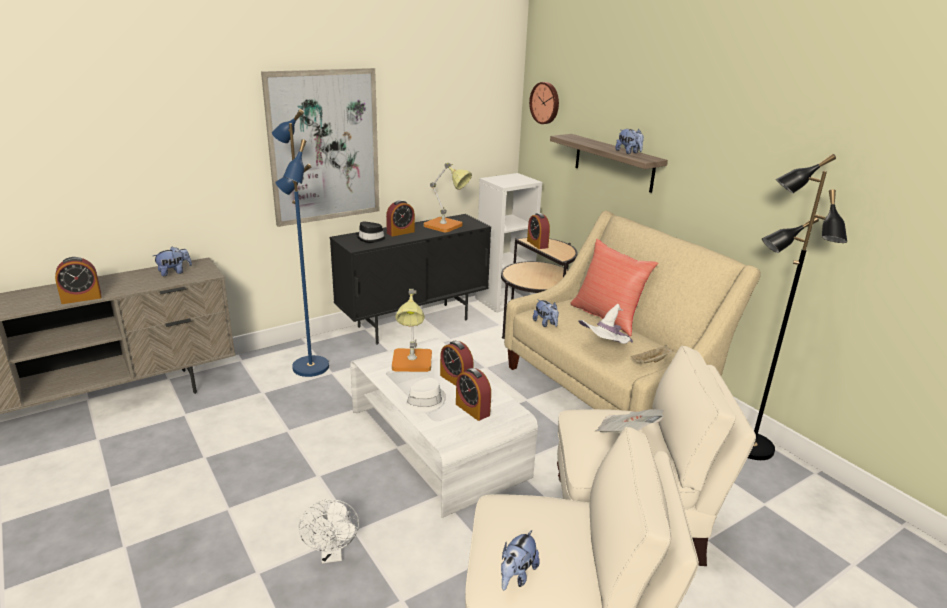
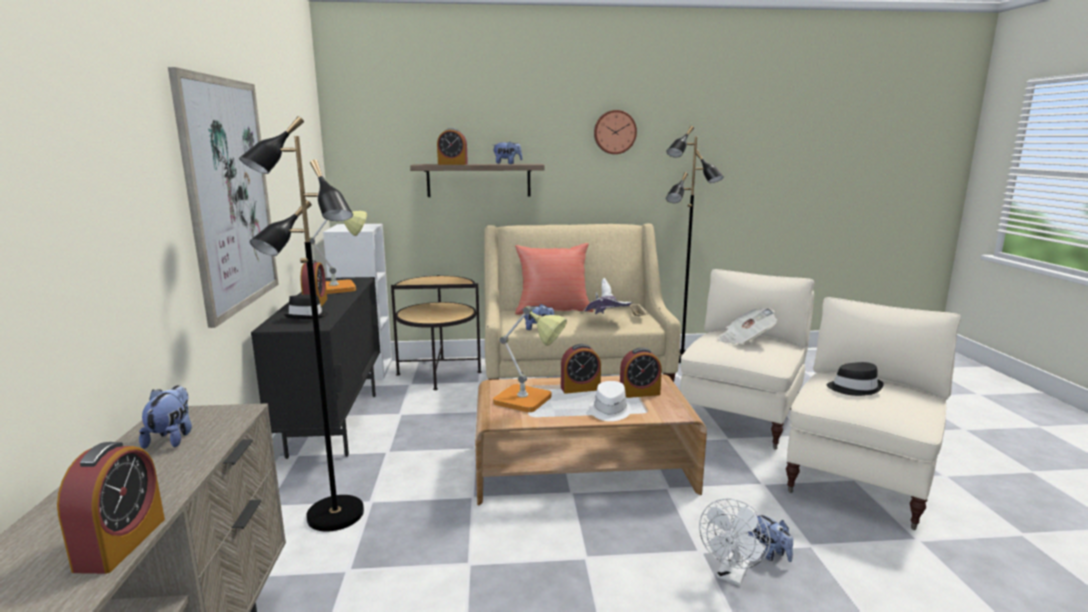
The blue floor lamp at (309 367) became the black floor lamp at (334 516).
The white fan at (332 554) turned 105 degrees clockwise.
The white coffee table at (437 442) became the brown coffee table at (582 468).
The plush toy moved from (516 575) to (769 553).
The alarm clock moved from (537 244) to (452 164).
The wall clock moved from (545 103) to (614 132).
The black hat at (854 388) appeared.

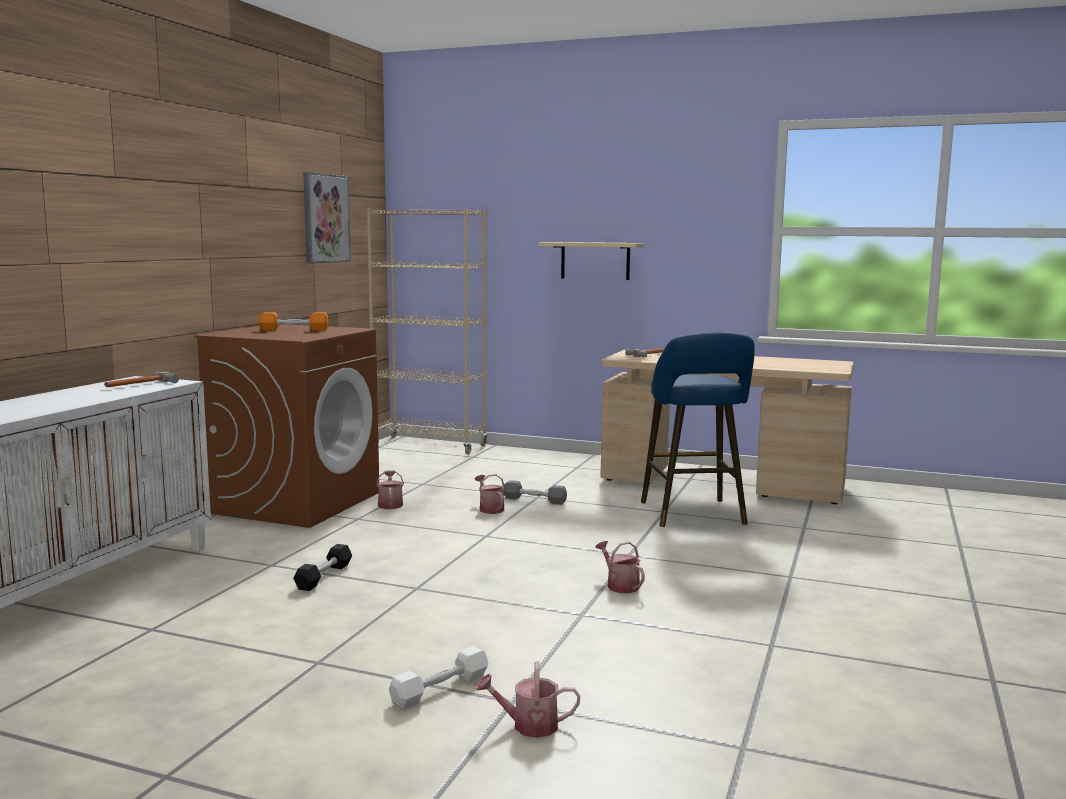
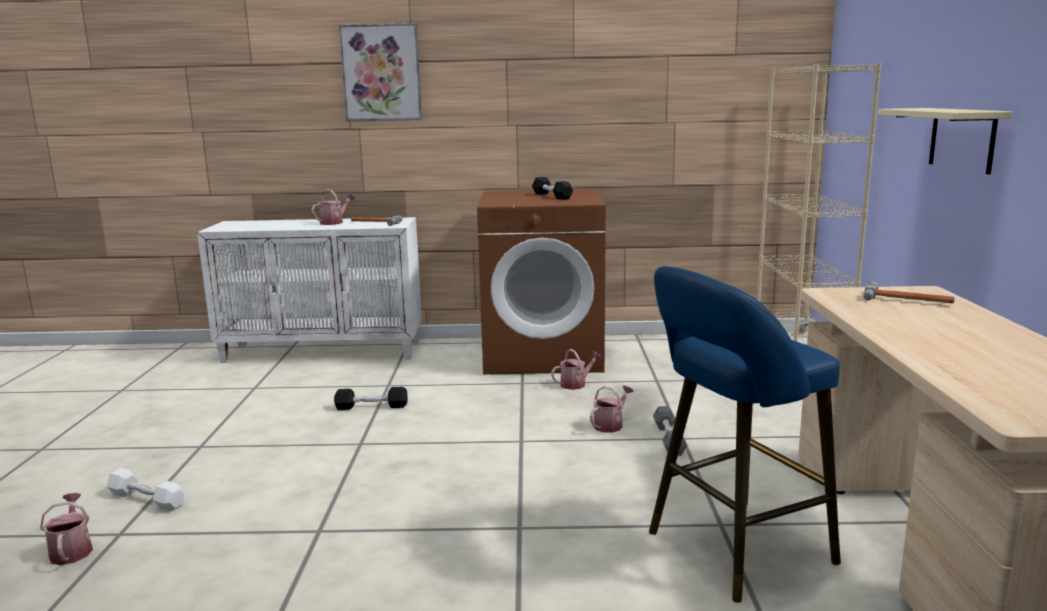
The orange dumbbell at (294 330) became the black dumbbell at (551 196).
The picture moved from (325 218) to (381 73).
The watering can moved from (620 585) to (334 222).

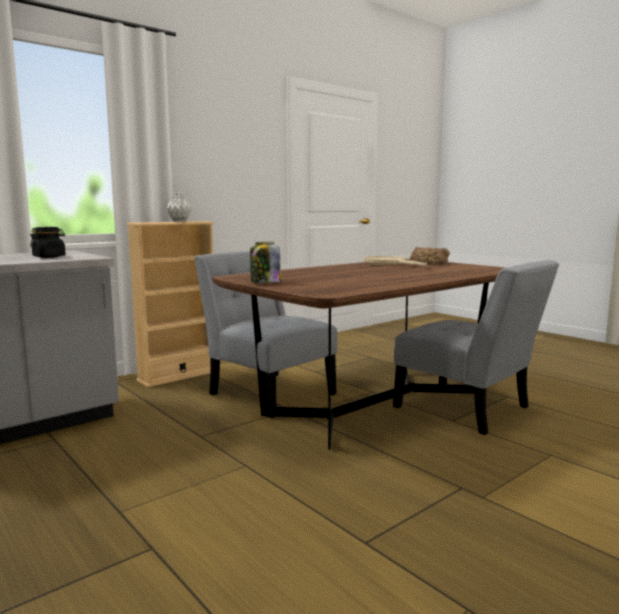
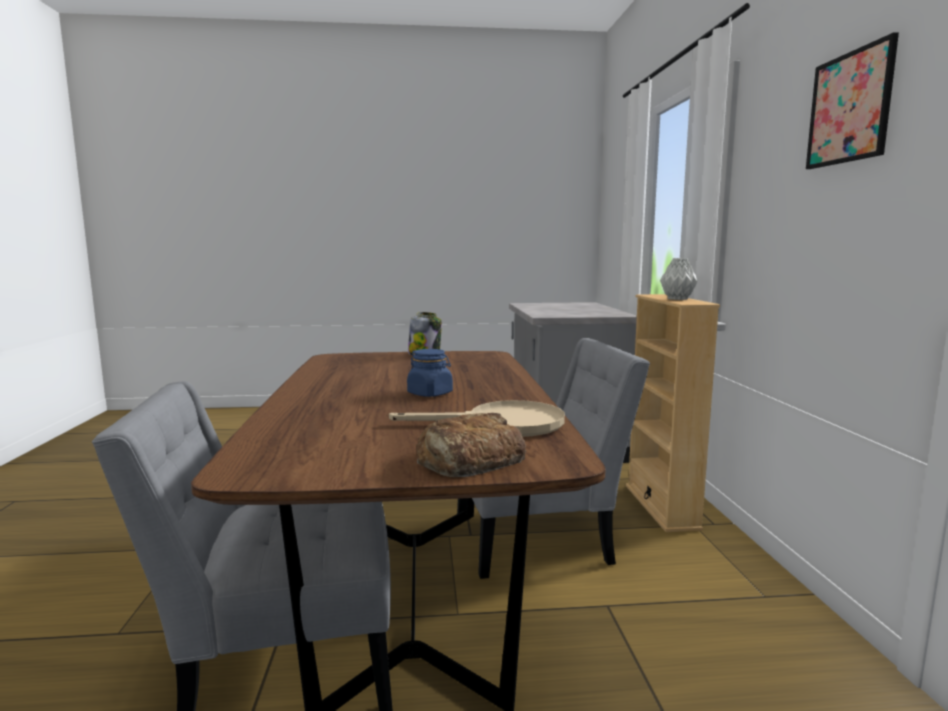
The black jar at (49 257) disappeared.
The blue jar at (430 393) appeared.
The picture at (849 108) appeared.

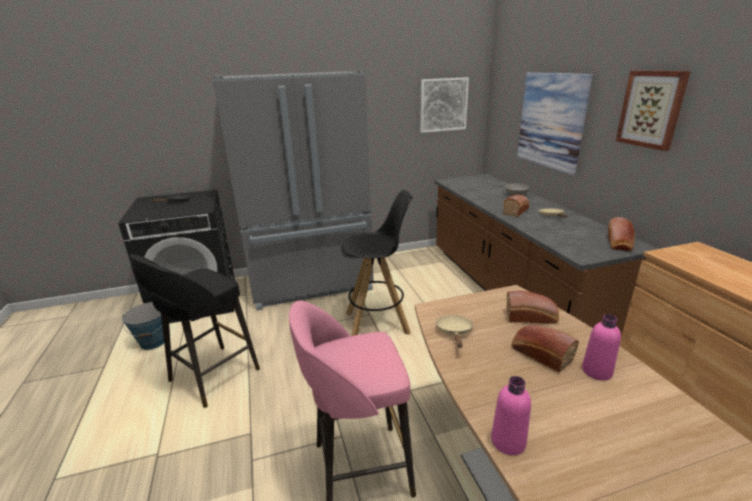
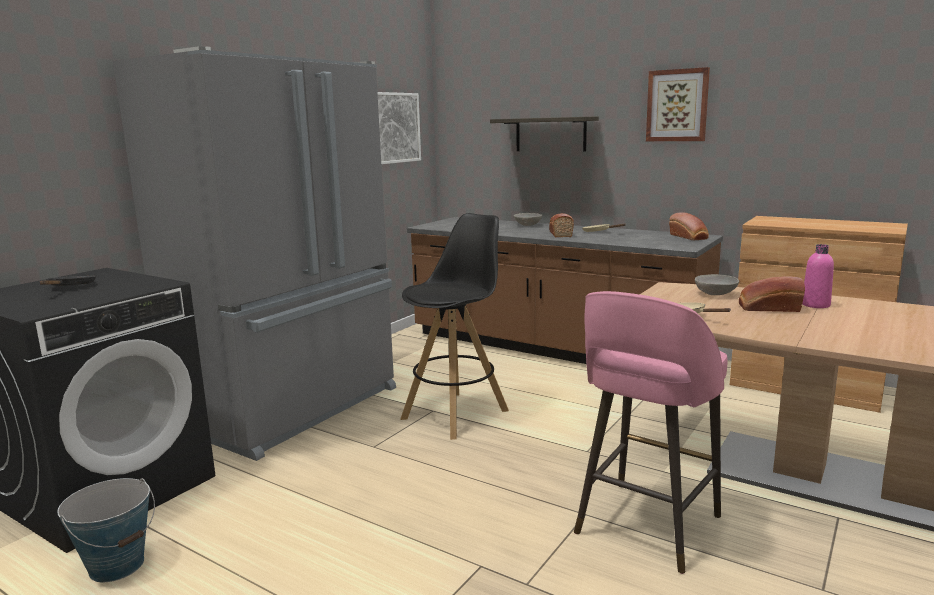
The black stool at (212 376) disappeared.
The pink bottle at (508 441) disappeared.
The bread at (531 317) was replaced by the grey bowl at (716 294).
The picture at (551 121) was replaced by the shelf at (550 134).

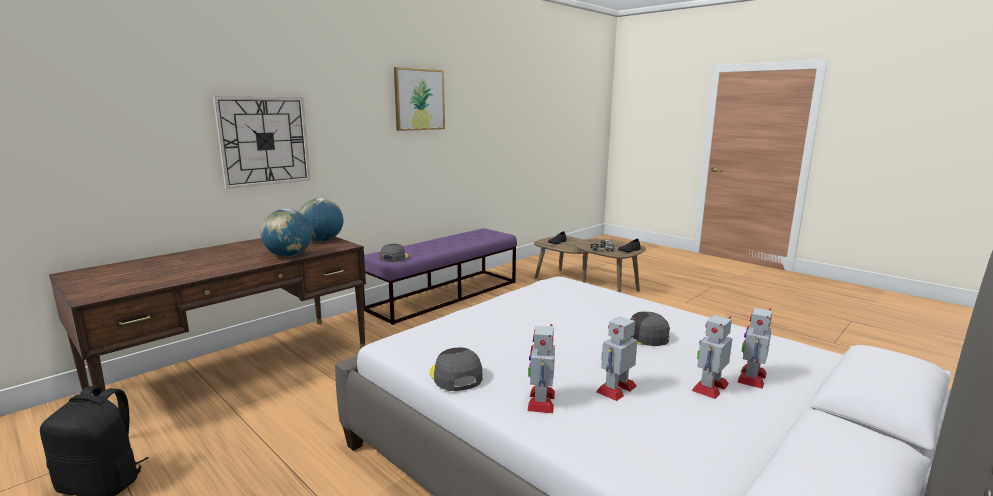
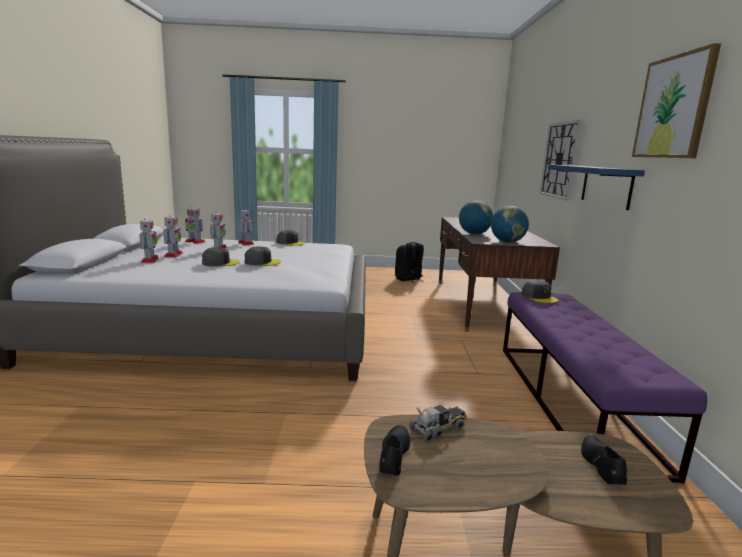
The toy robot at (194 242) appeared.
The grey cap at (262 262) appeared.
The blue shelf at (606 186) appeared.

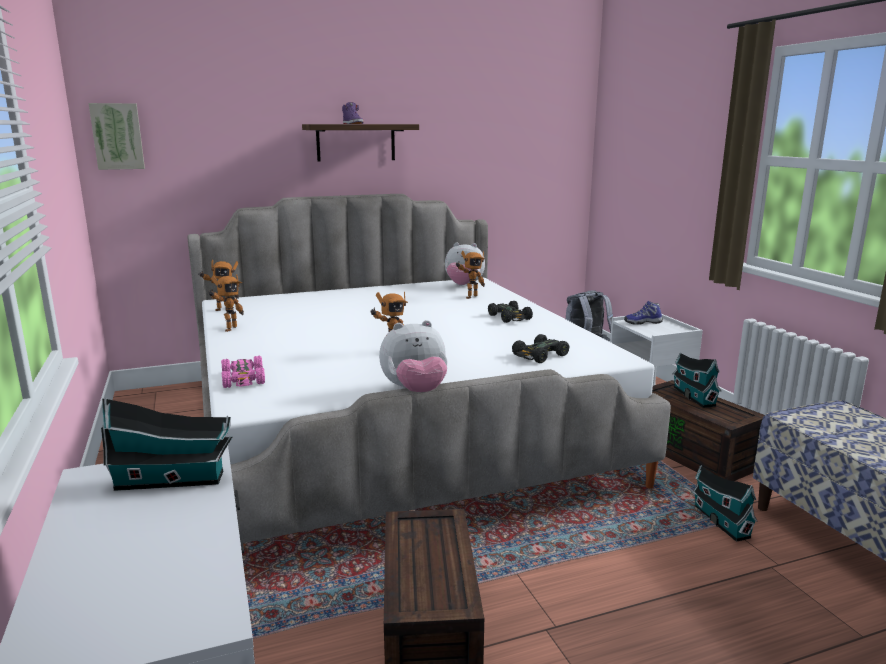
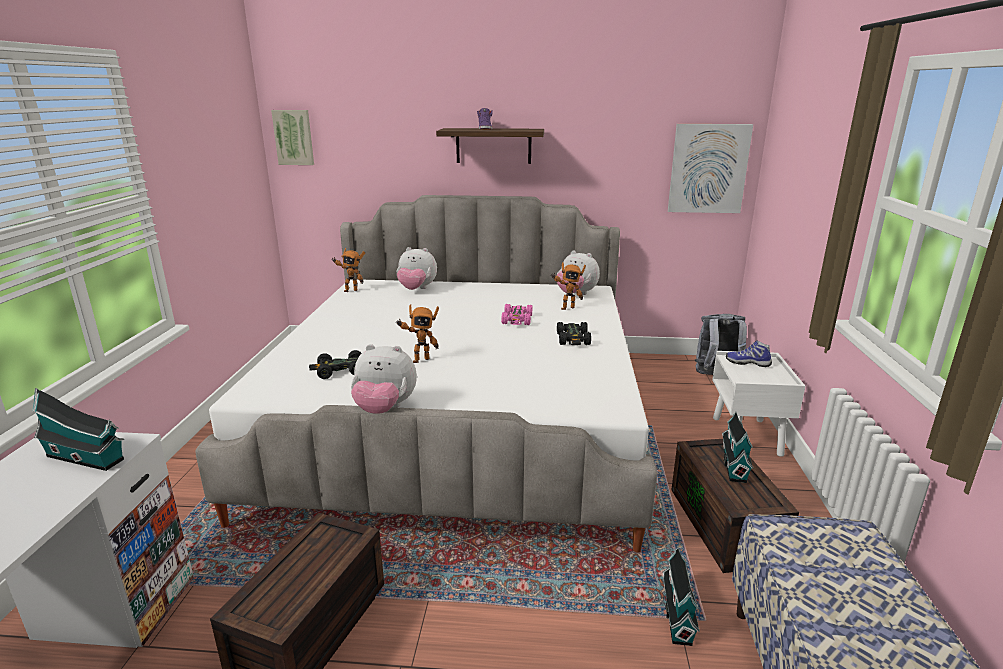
The toy robot at (229 329) disappeared.
The pink toy car moved from (244 379) to (517 320).
The black toy car moved from (539 355) to (340 371).
The plush toy at (416 289) appeared.
The picture at (708 168) appeared.

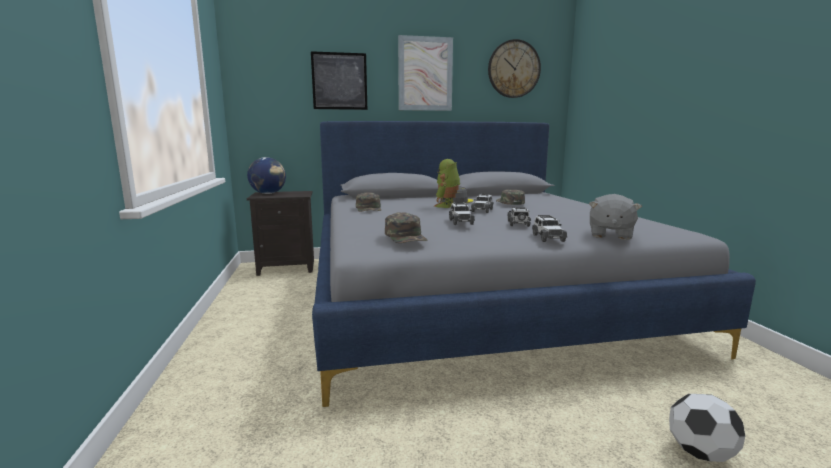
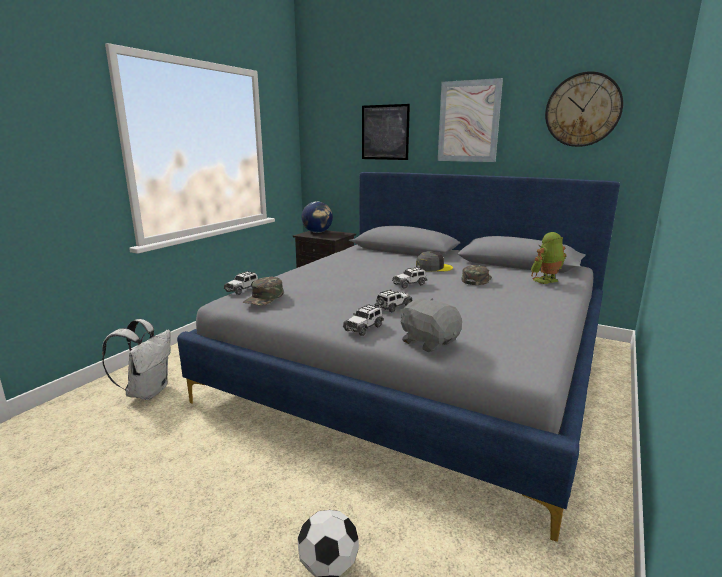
The green cap at (369 208) disappeared.
The toy robot moved from (447 206) to (546 281).
The toy car moved from (460 222) to (242 290).
The grey plush toy at (610 234) turned 75 degrees clockwise.
The white backpack at (147 391) appeared.

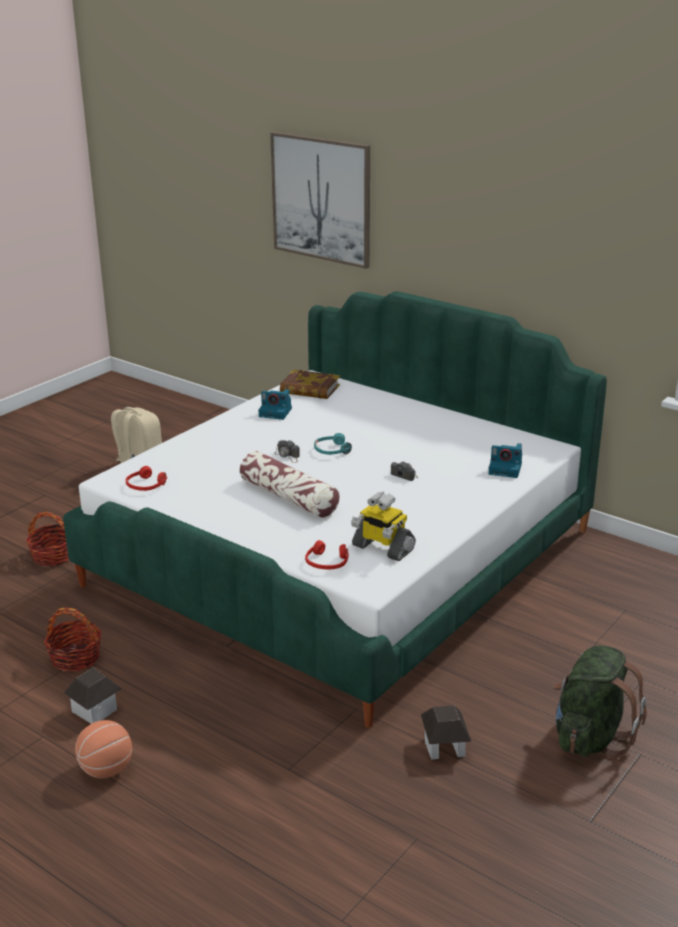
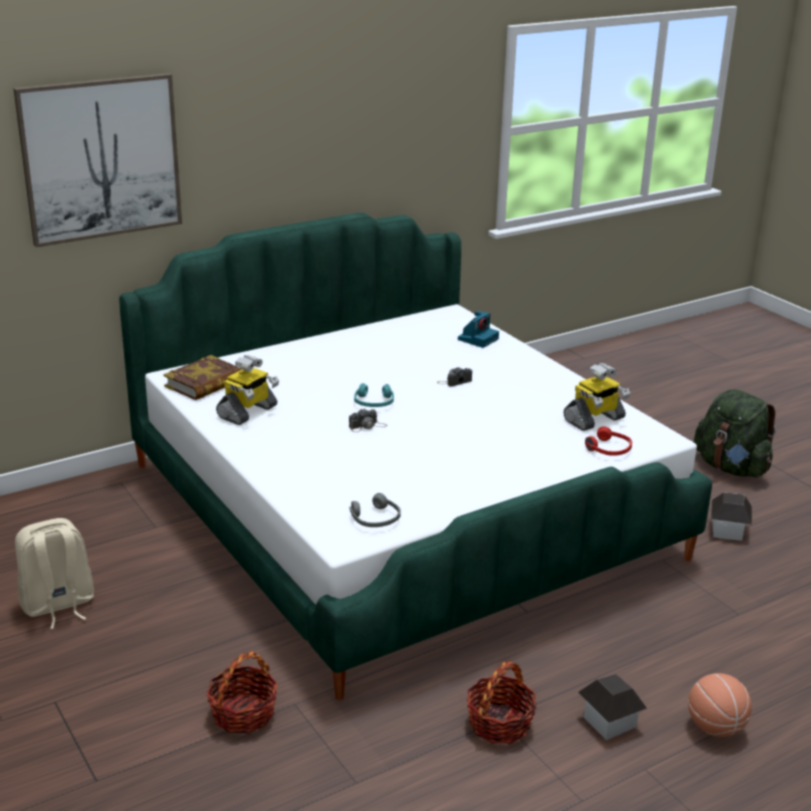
The red headphones at (146 485) became the grey headphones at (375 519).
The pillow at (289 497) disappeared.
The photo camera at (276 412) was replaced by the toy robot at (248 412).

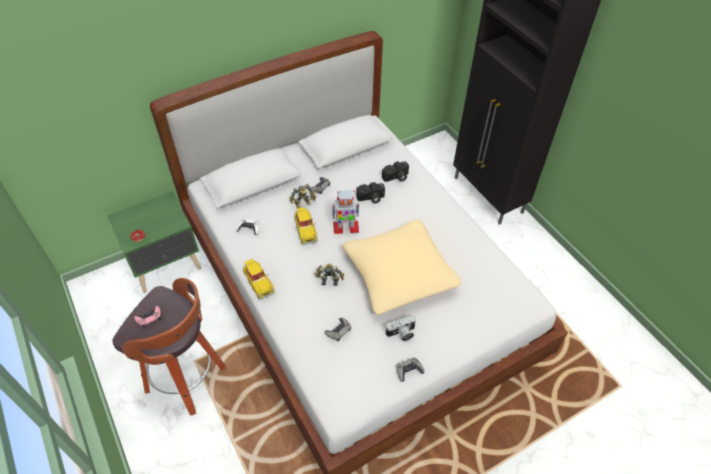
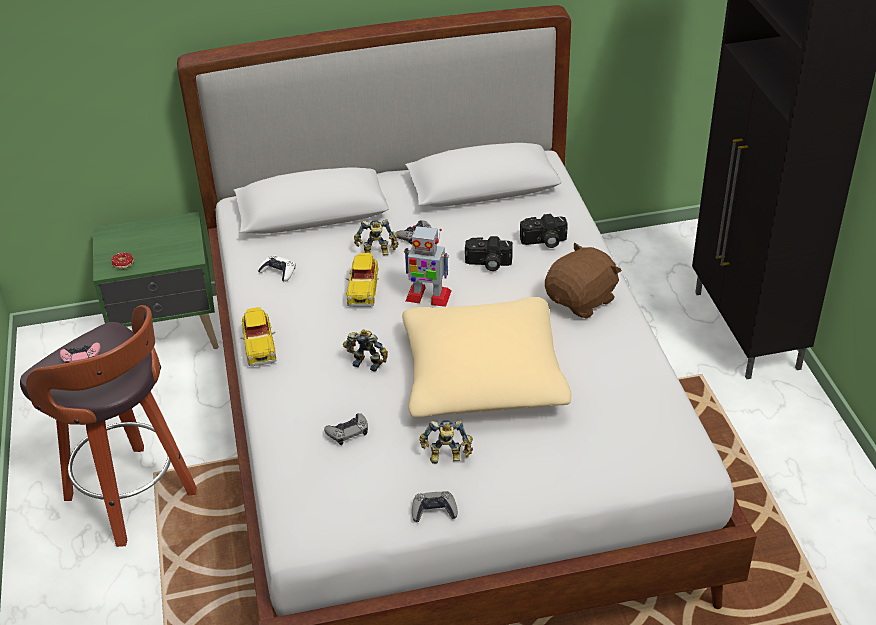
The photo camera at (401 333) was replaced by the toy robot at (446 458).
The brown plush toy at (582 300) appeared.

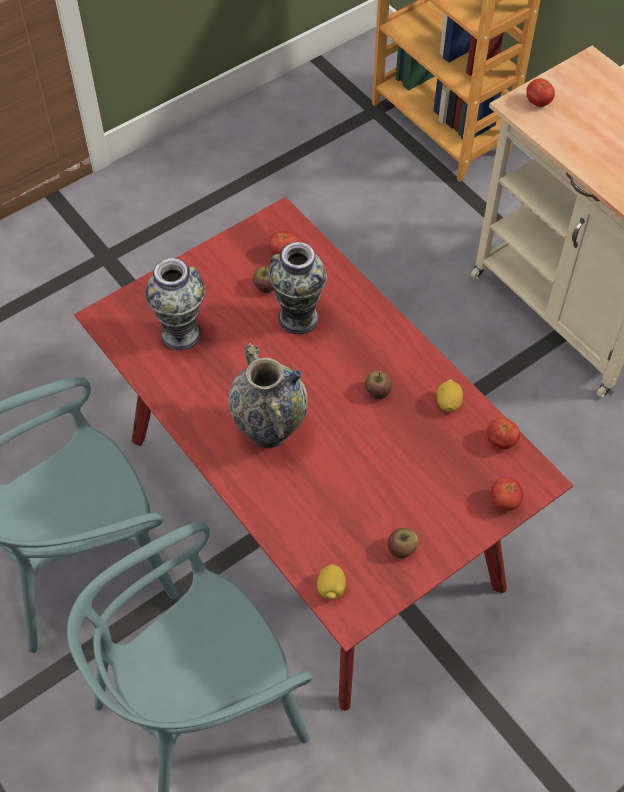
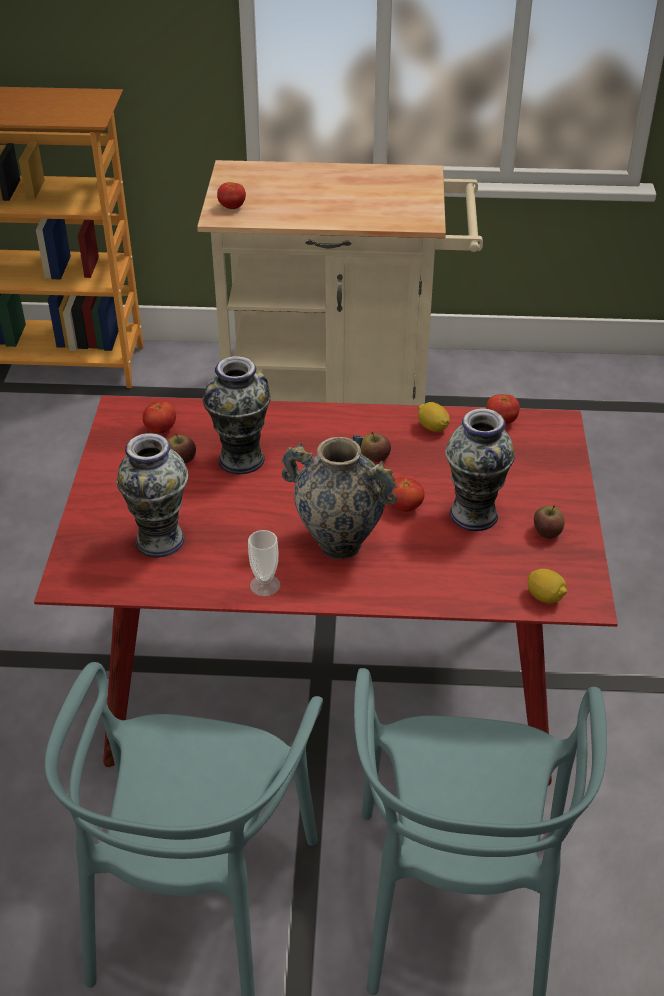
The tomato moved from (504 501) to (405 507).
The cup at (265 585) appeared.
The vase at (474 514) appeared.

